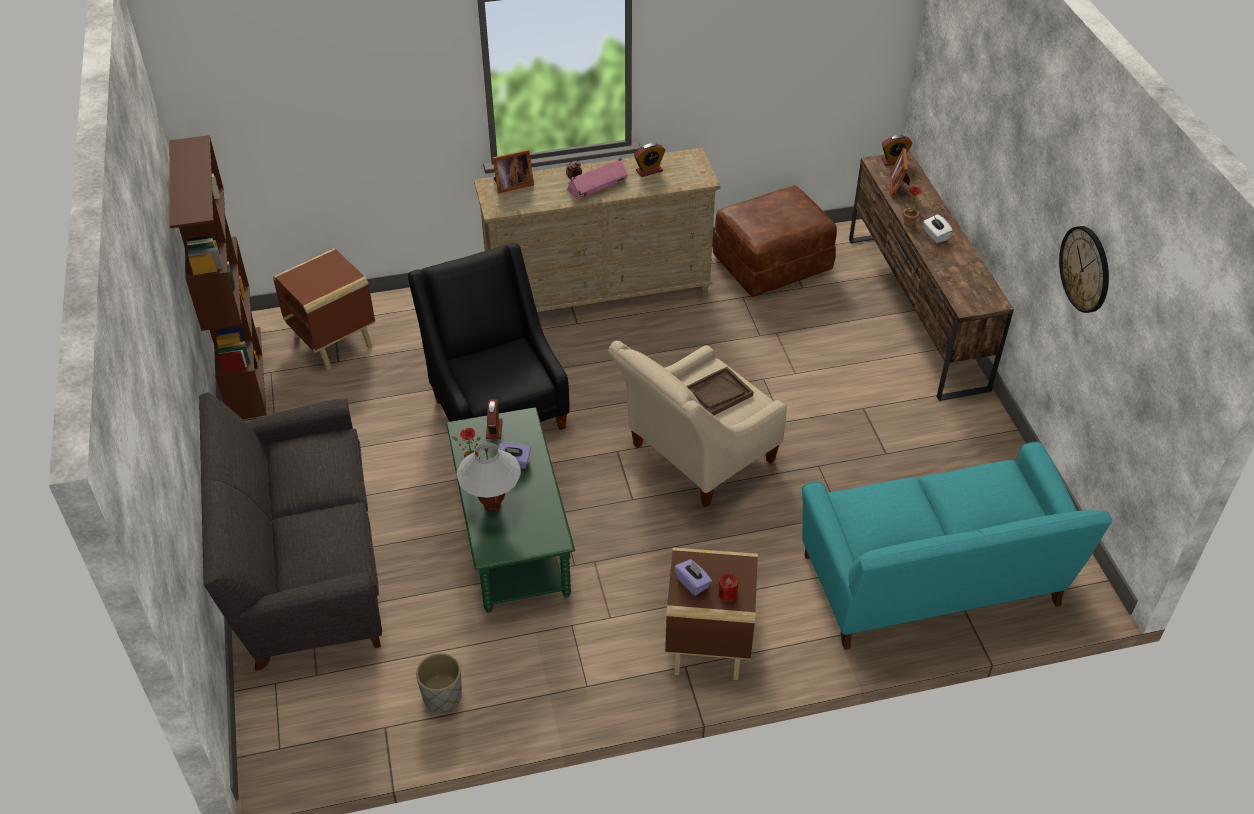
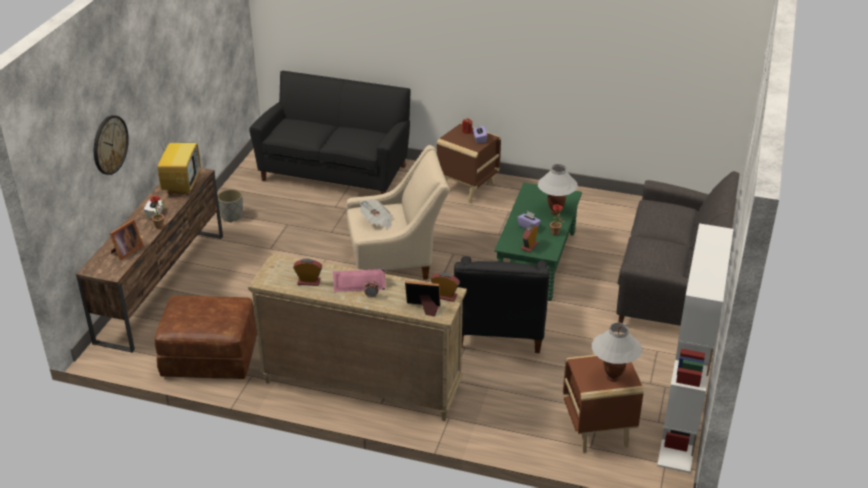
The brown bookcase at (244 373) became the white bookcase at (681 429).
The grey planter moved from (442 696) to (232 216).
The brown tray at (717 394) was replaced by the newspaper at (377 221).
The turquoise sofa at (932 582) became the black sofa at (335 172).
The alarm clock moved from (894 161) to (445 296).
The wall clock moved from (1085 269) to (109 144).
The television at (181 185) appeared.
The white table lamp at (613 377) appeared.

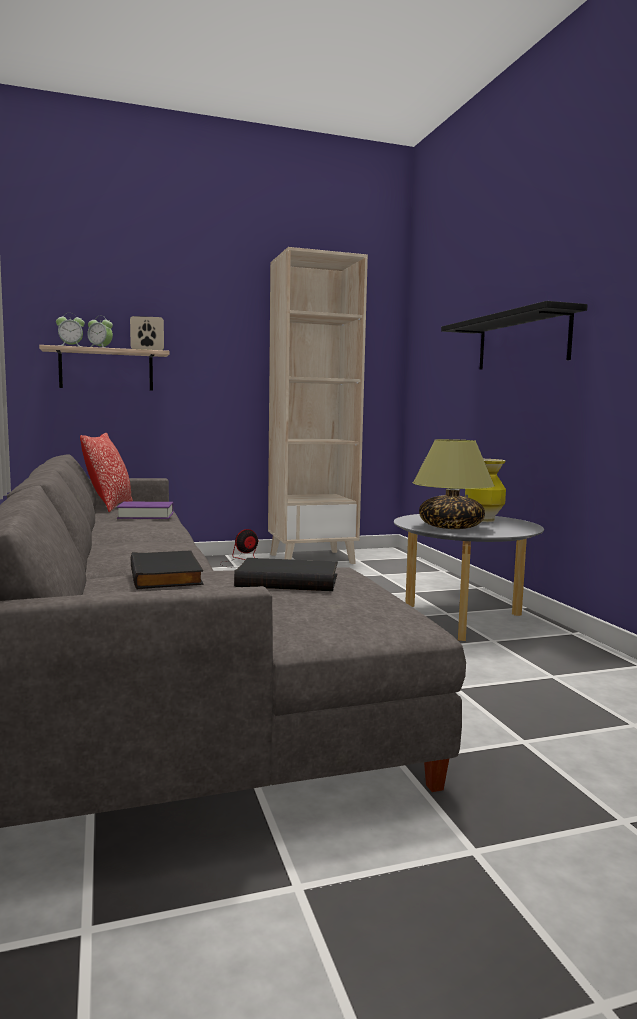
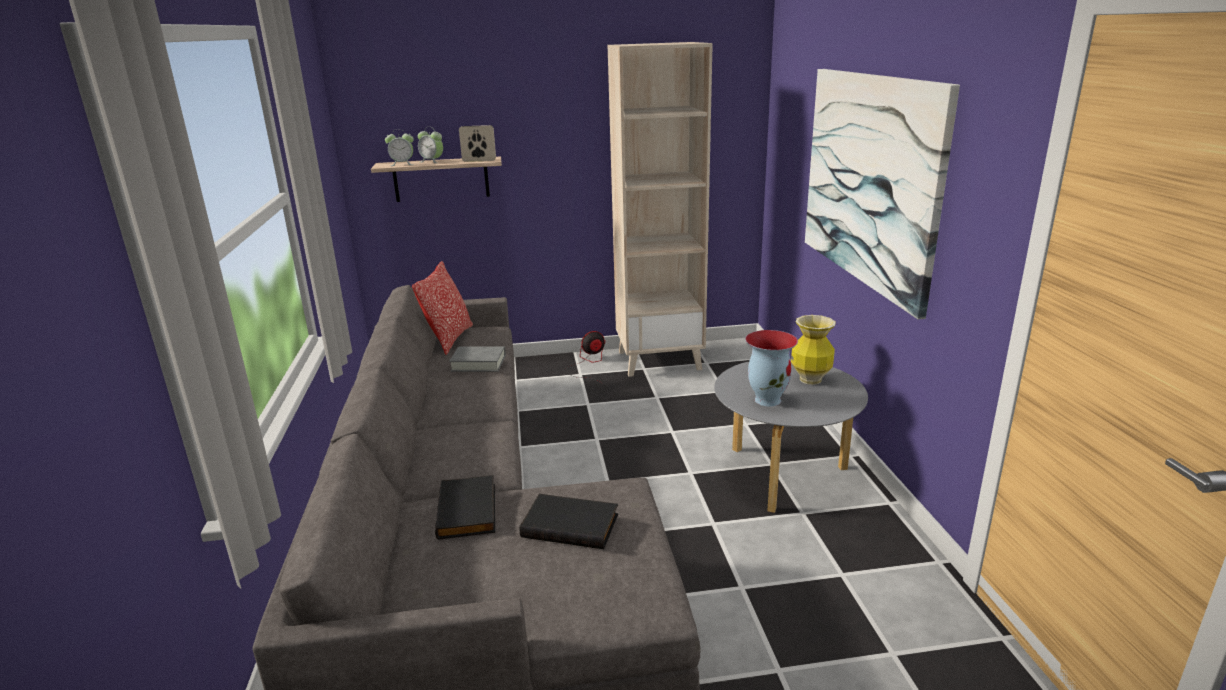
The purple book at (146 515) became the grey book at (478 363).
The table lamp at (450 527) was replaced by the vase at (767 399).
The black shelf at (522 341) was replaced by the picture at (869 180).

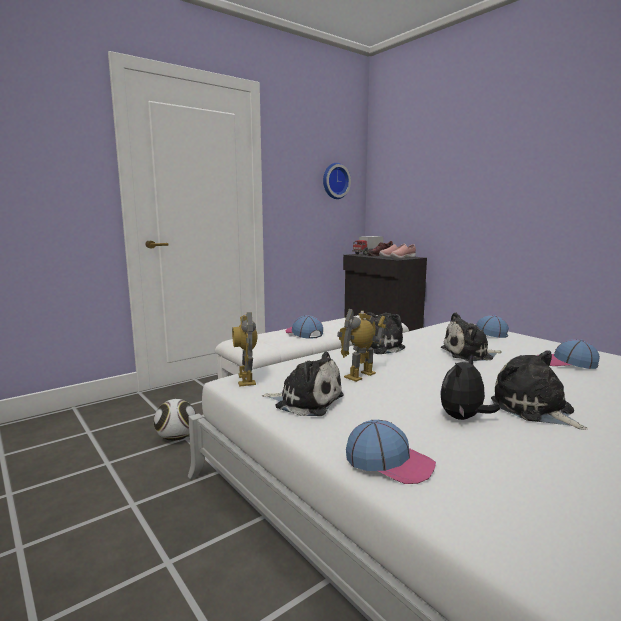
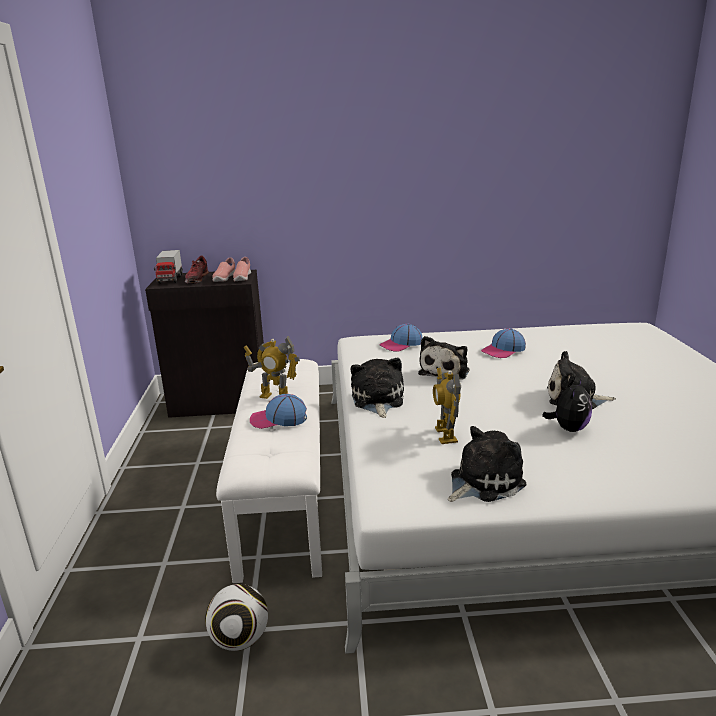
The toy robot moved from (246 379) to (275 397).
The wall clock at (334 181) disappeared.
The cap at (389 462) disappeared.
The plush toy at (463 418) turned 135 degrees counterclockwise.

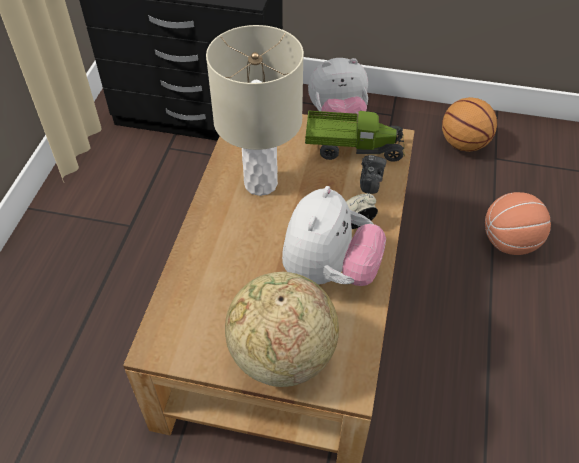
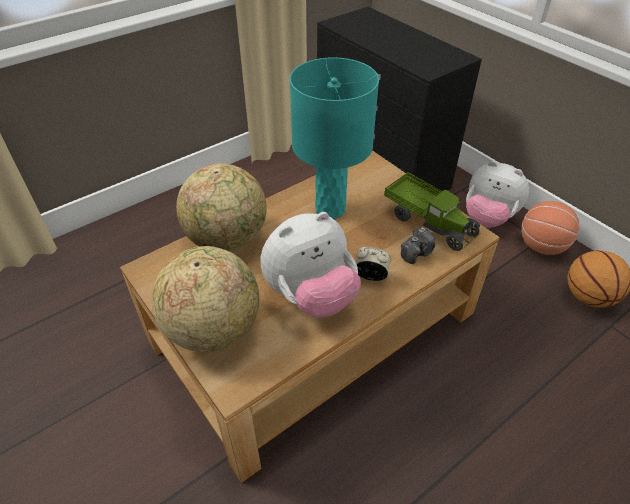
The beige table lamp at (260 184) became the turquoise table lamp at (330 209).
The basketball moved from (509 242) to (542 246).
The globe at (227 240) appeared.

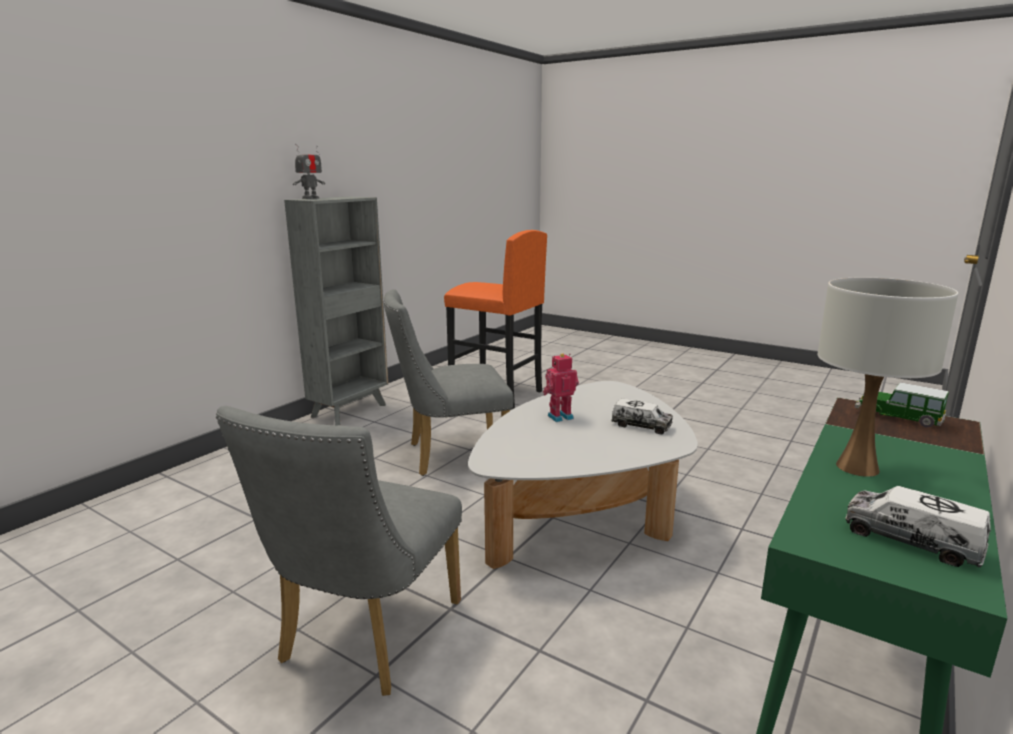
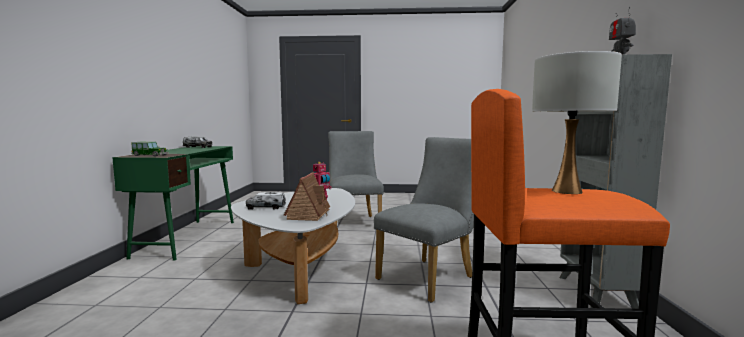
The white table lamp moved from (857 467) to (567 191).
The toy house at (308 214) appeared.

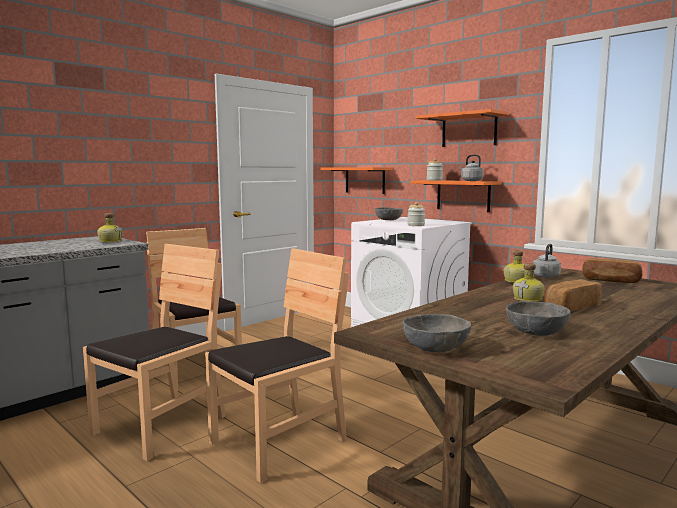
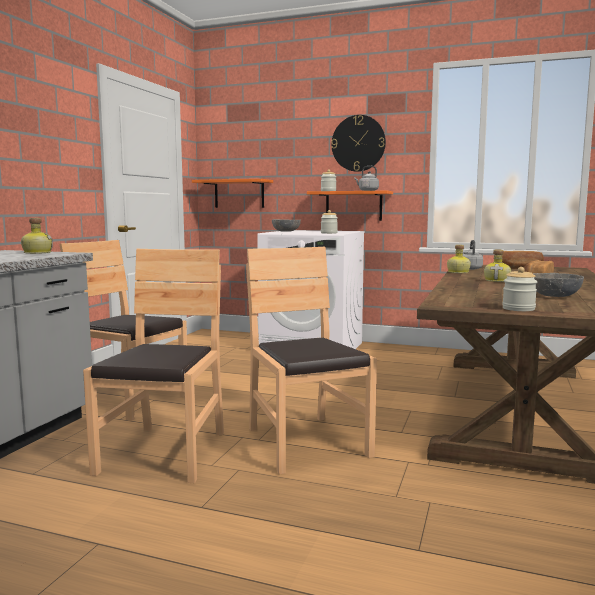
The brown chair at (279 442) turned 45 degrees counterclockwise.
The grey bowl at (436 348) was replaced by the jar at (518 309).
The orange shelf at (469 130) was replaced by the wall clock at (358 143).

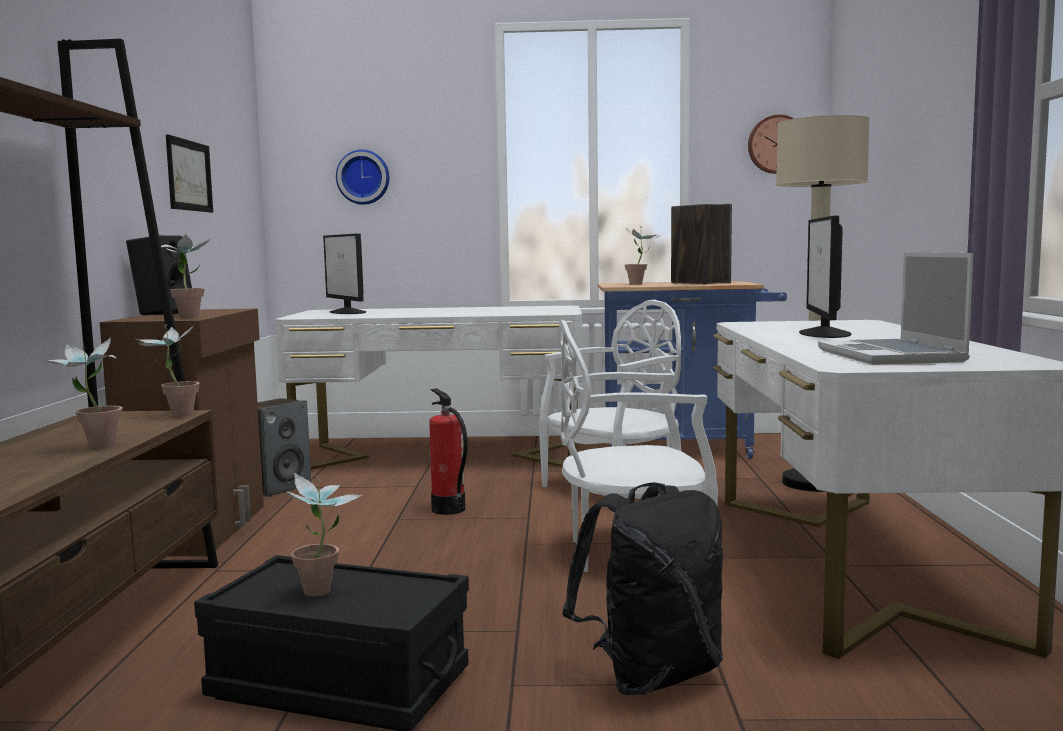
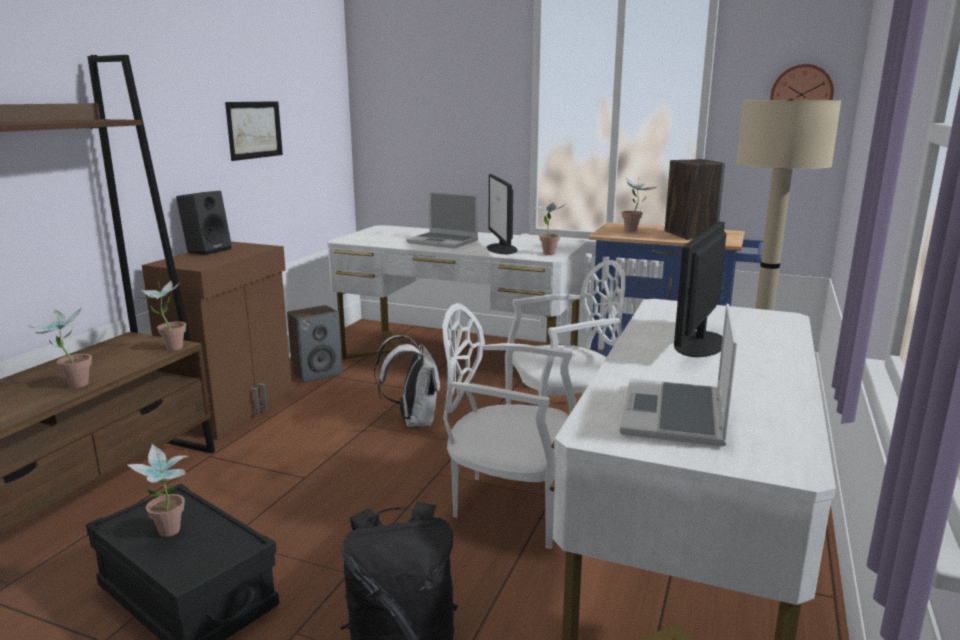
The potted plant moved from (189 317) to (548 252).
The monitor moved from (347 312) to (501 249).
The wall clock at (363 177) disappeared.
The fire extinguisher at (448 509) was replaced by the white backpack at (413 421).
The laptop at (444 242) appeared.

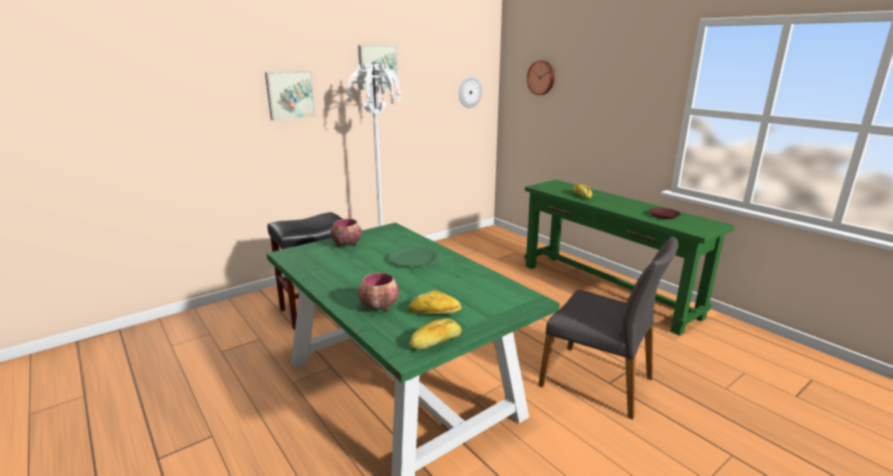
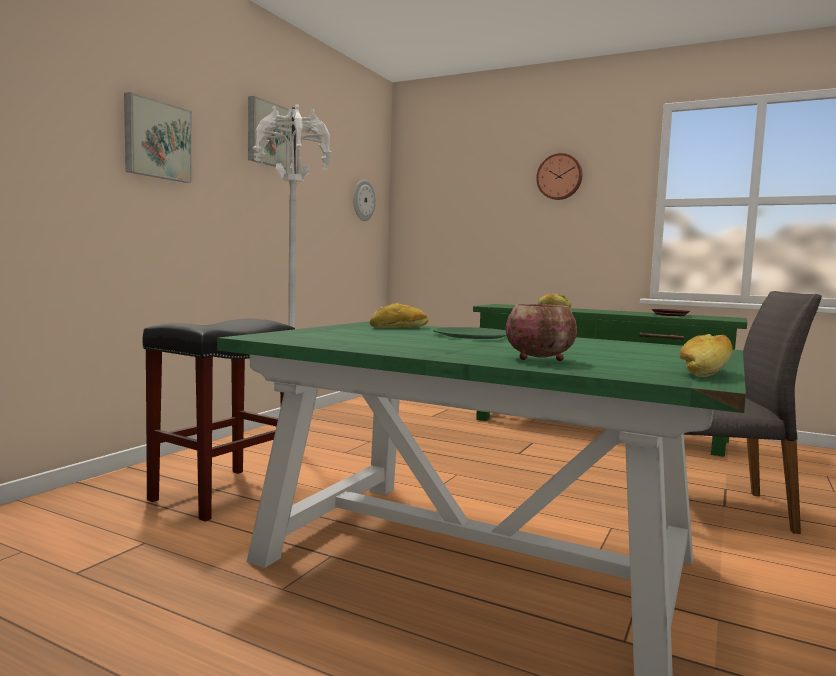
The bowl at (346 244) disappeared.
The bread moved from (434 312) to (399 327).
The wall clock moved from (541 77) to (559 177).

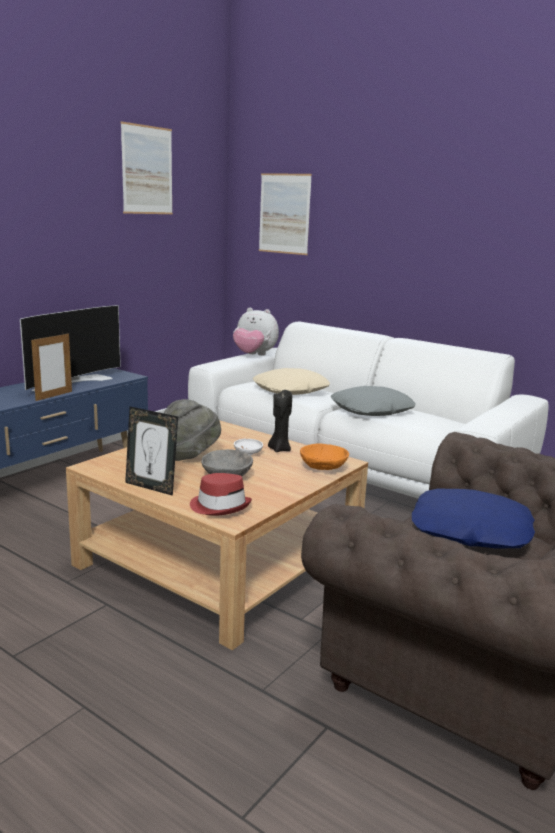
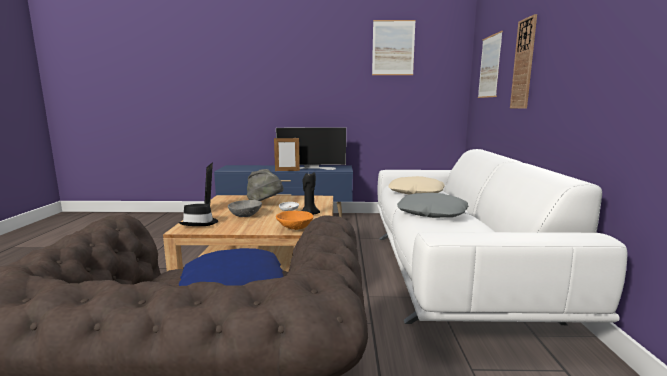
The red hat at (220 506) became the black hat at (200 223).
The plush toy at (254 355) disappeared.
The wall clock at (524 64) appeared.

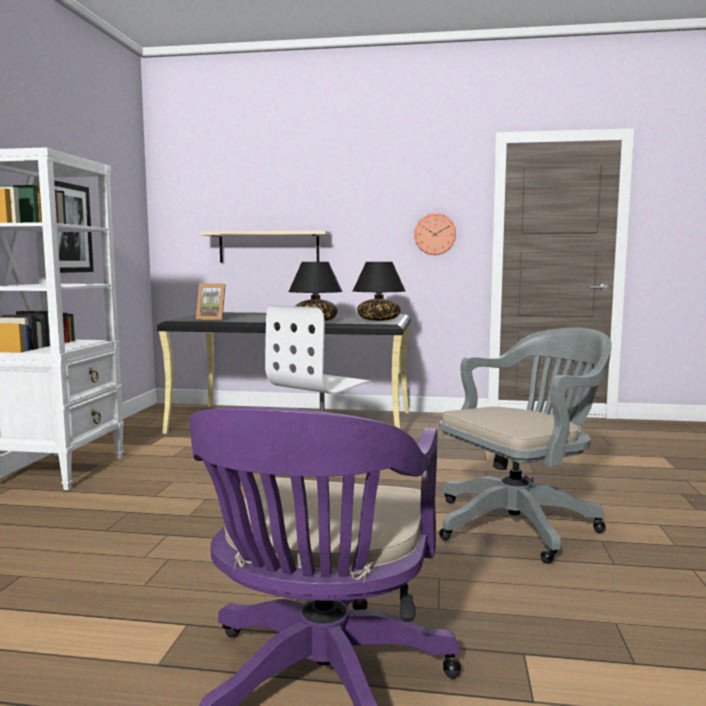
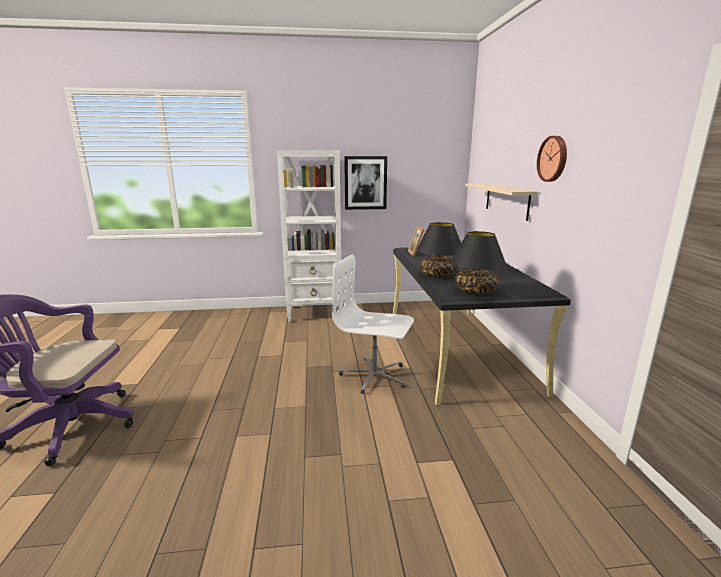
The wall clock moved from (435 234) to (553 159).
The grey office chair at (521 523) disappeared.

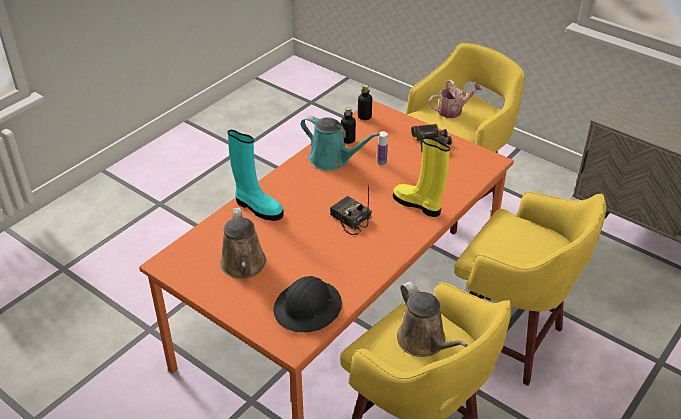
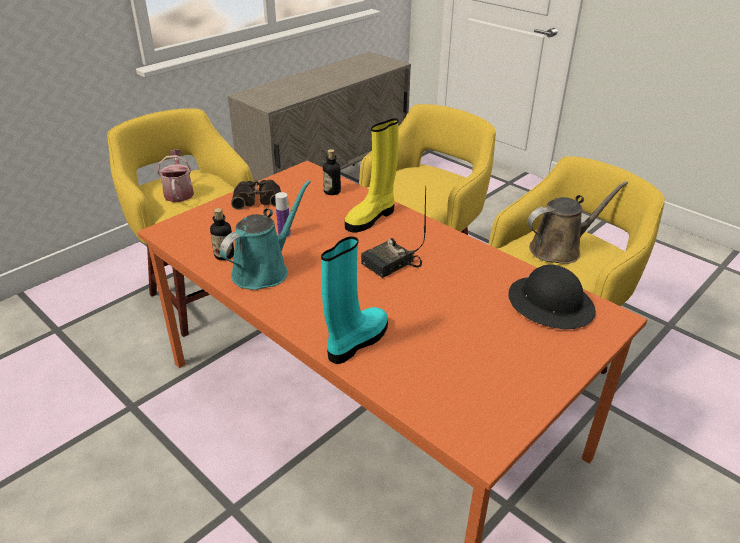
The brown watering can at (244 266) disappeared.
The bottle moved from (364 116) to (332 191).

